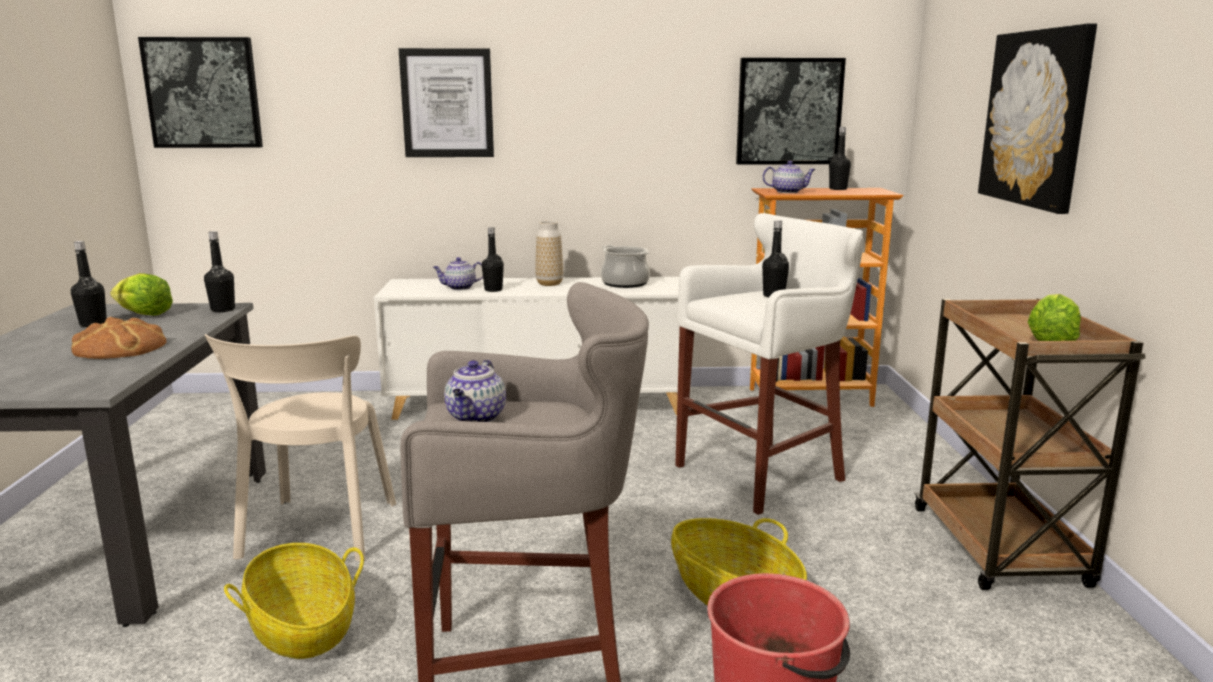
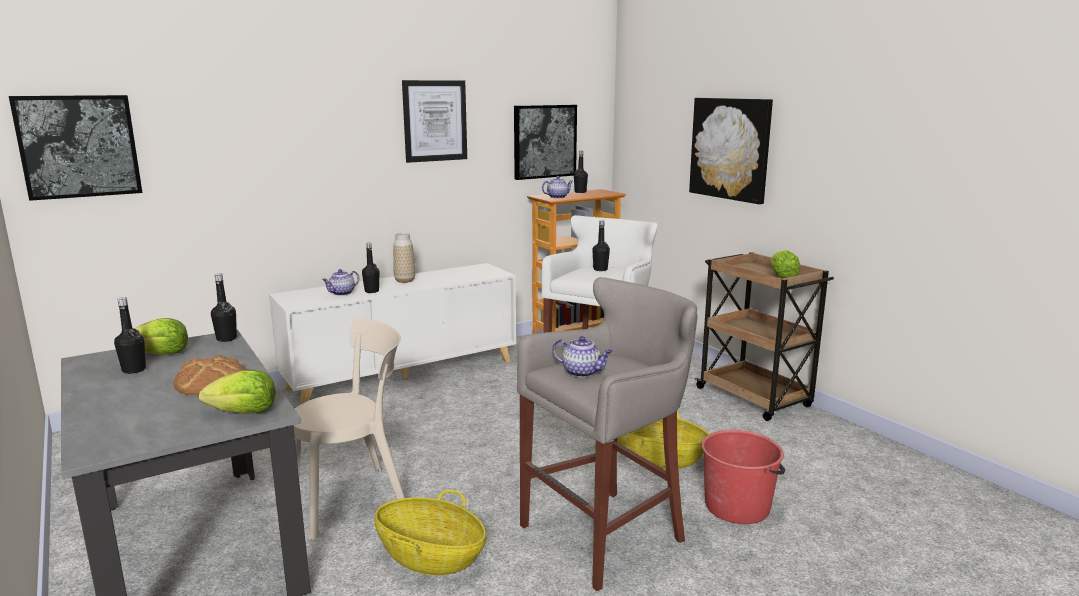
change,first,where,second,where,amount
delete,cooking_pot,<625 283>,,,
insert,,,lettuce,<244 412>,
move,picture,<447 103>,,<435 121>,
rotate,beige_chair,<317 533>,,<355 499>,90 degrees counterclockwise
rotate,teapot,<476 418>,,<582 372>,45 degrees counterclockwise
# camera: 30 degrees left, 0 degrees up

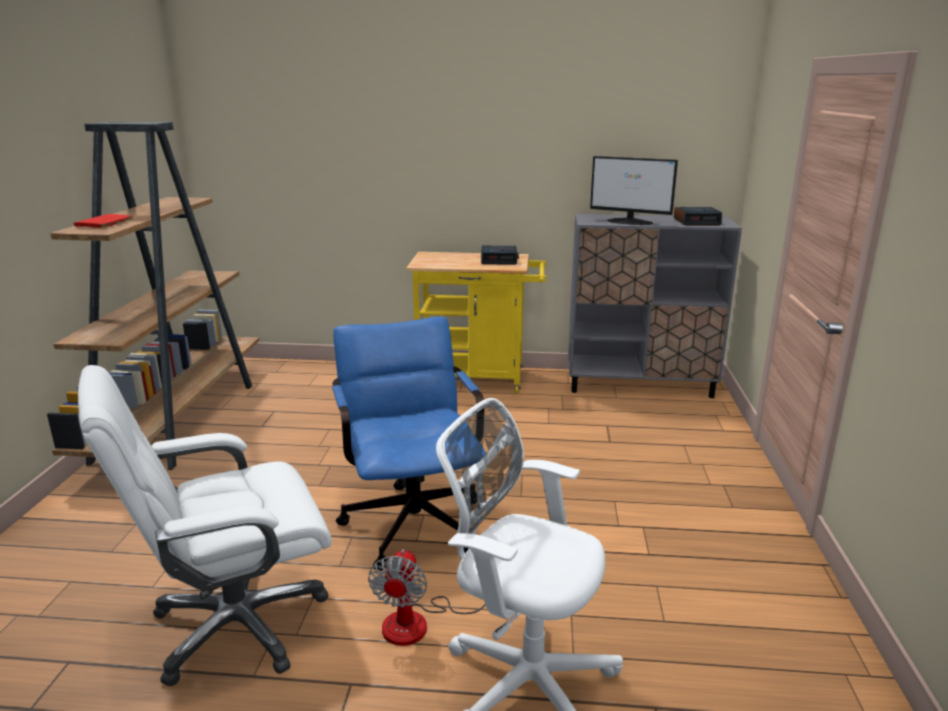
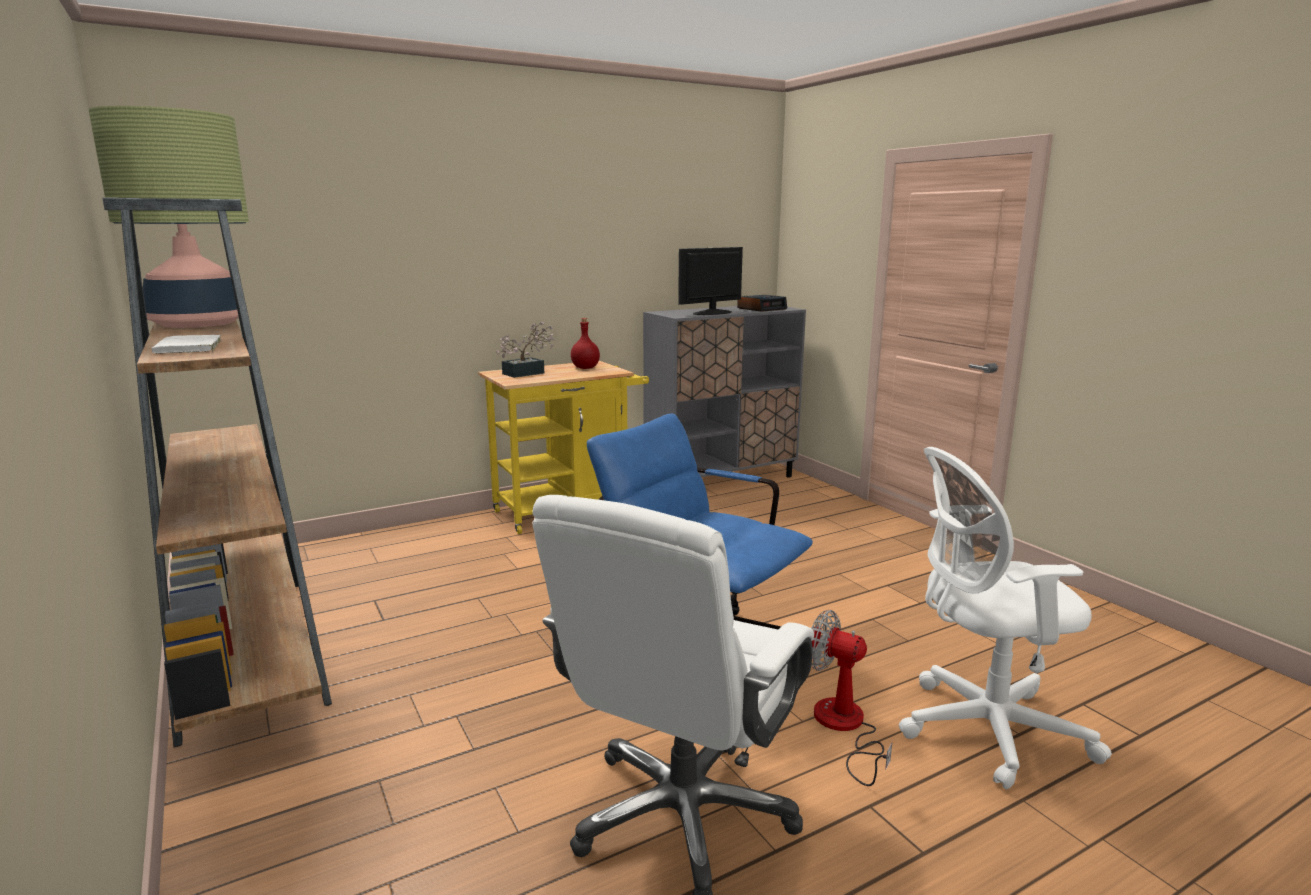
change,first,where,second,where,amount
insert,,,table_lamp,<197 324>,
insert,,,potted_plant,<528 373>,
replace,alarm_clock,<499 260>,red_bottle,<585 368>,
recolor,red_book,<103 224>,white_book,<188 348>,
rotate,fan,<420 622>,,<844 727>,150 degrees clockwise
rotate,monitor,<630 222>,,<711 313>,150 degrees clockwise
# camera: 35 degrees left, 5 degrees down

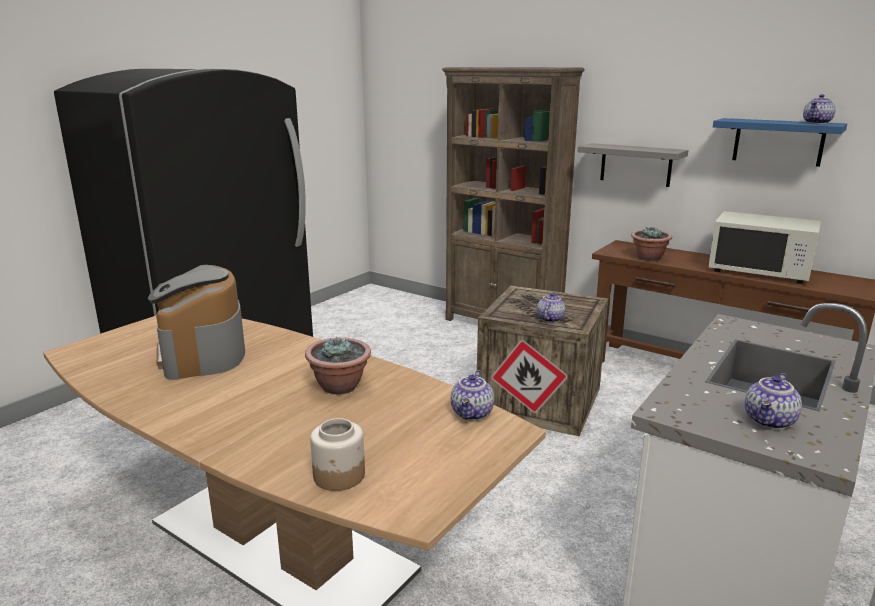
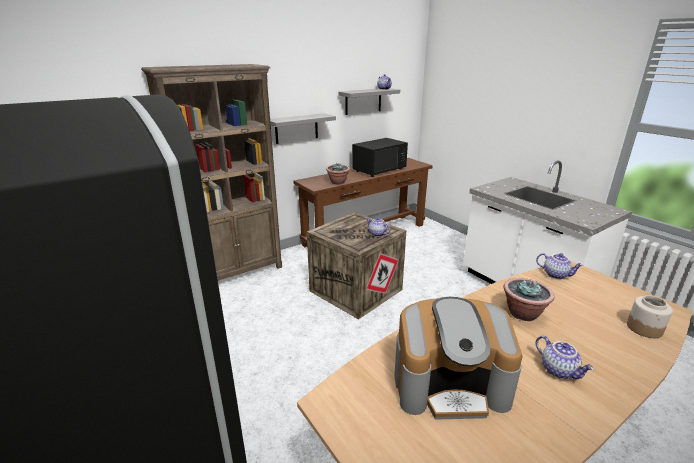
change,first,where,second,where,amount
move,teapot,<770 421>,,<559 370>,
recolor,white_microwave,<759 271>,black_microwave,<379 170>,
recolor,blue_shelf,<778 142>,grey_shelf,<363 101>,
# camera: 70 degrees left, 5 degrees up

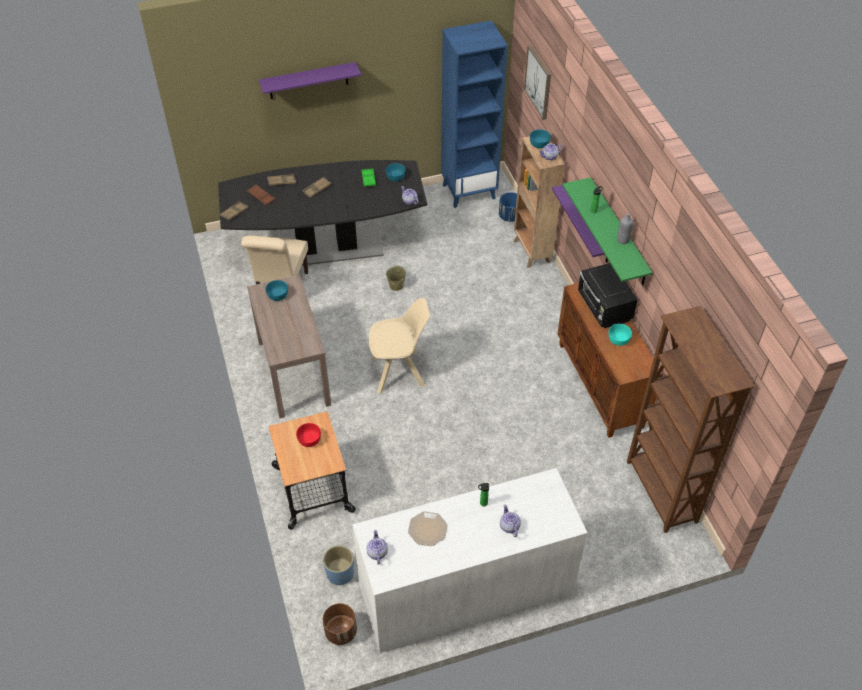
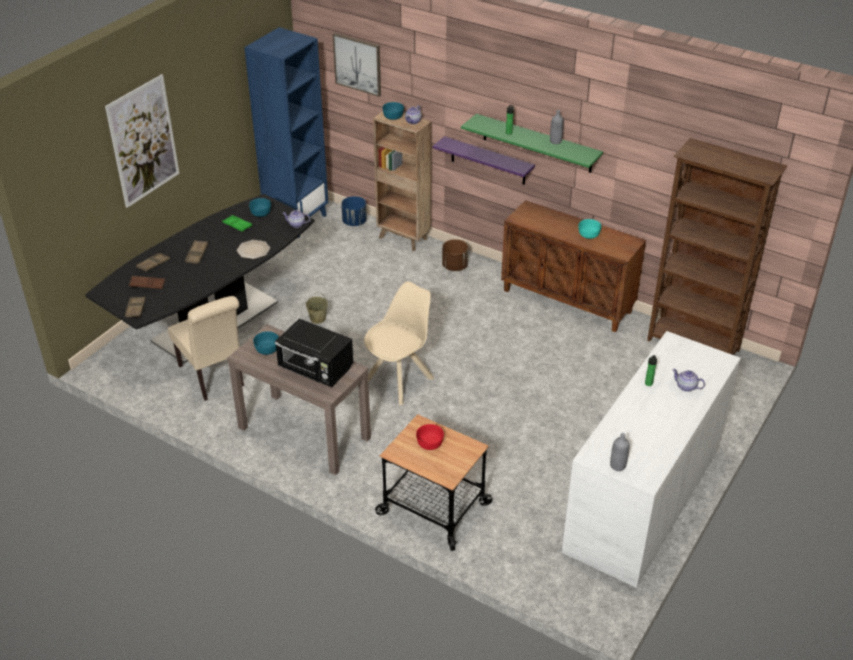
change,first,where,second,where,amount
delete,blue_planter,<340 573>,,,
move,brown_planter,<341 631>,,<454 266>,
move,plate,<427 529>,,<253 250>,
move,black_microwave,<604 308>,,<316 370>,
replace,purple_shelf,<308 81>,picture,<143 141>,
replace,teapot,<377 552>,grey_bottle,<617 466>,
# camera: 40 degrees left, 10 degrees down

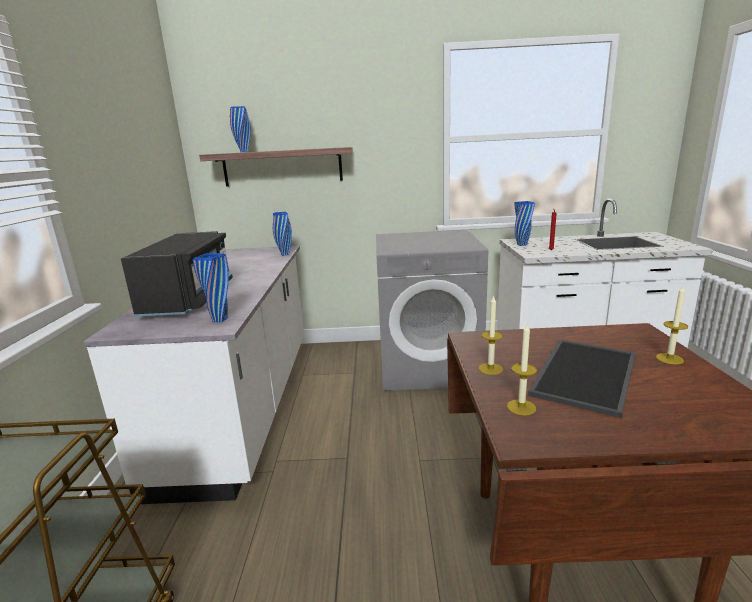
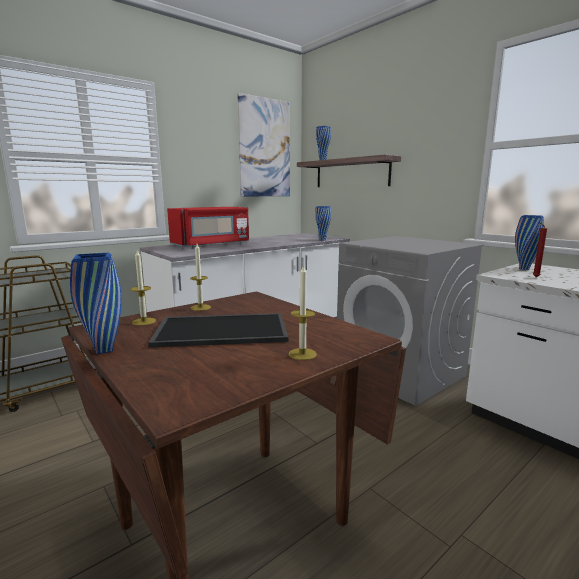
change,first,where,second,where,amount
insert,,,picture,<265 148>,
move,blue_vase,<220 320>,,<104 350>,
recolor,black_microwave,<190 299>,red_microwave,<211 245>,
# camera: 50 degrees right, 5 degrees down

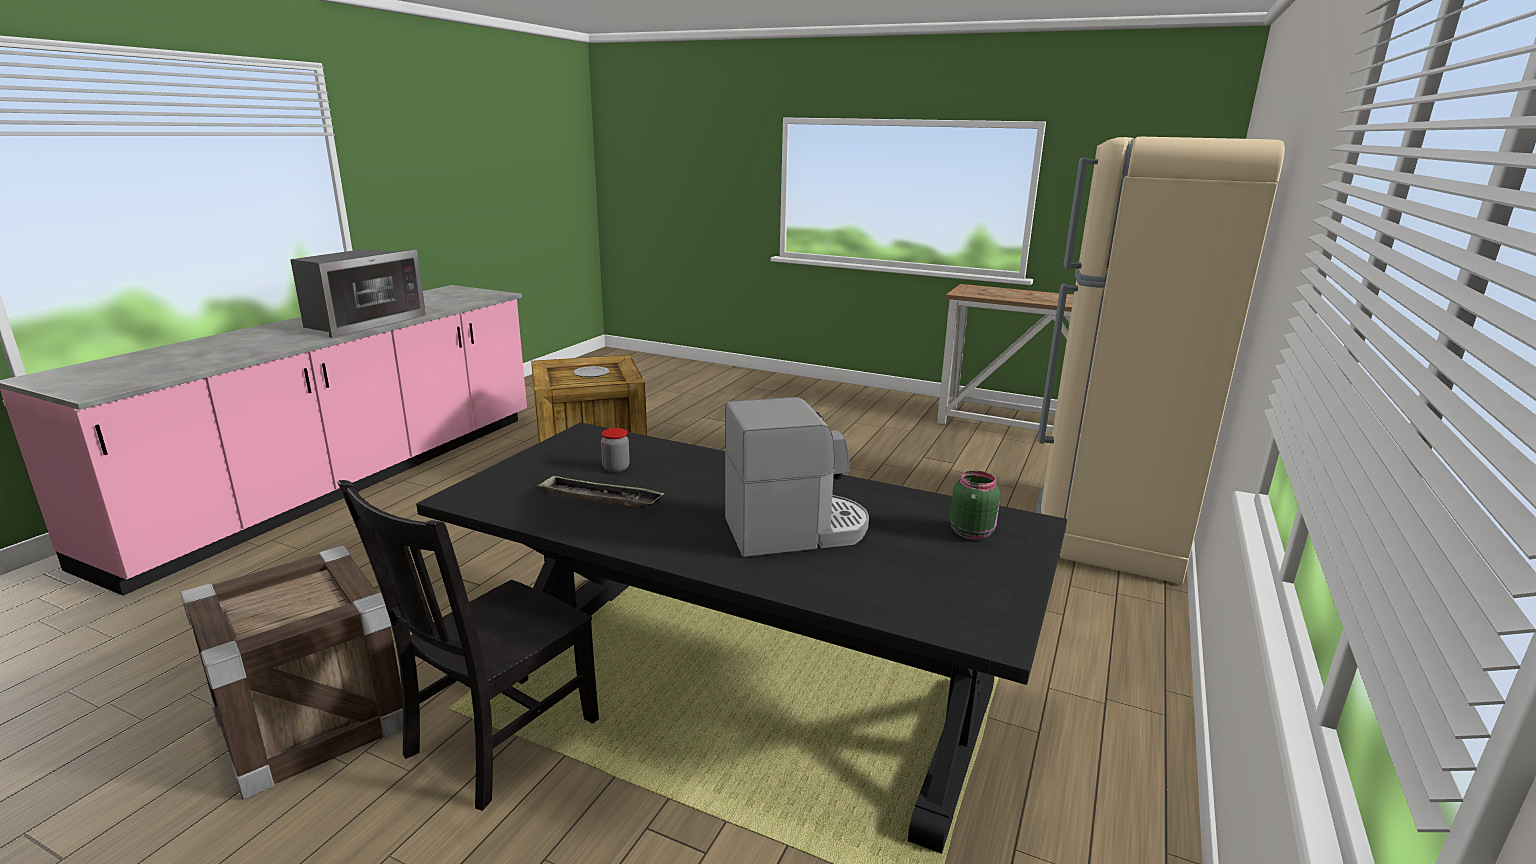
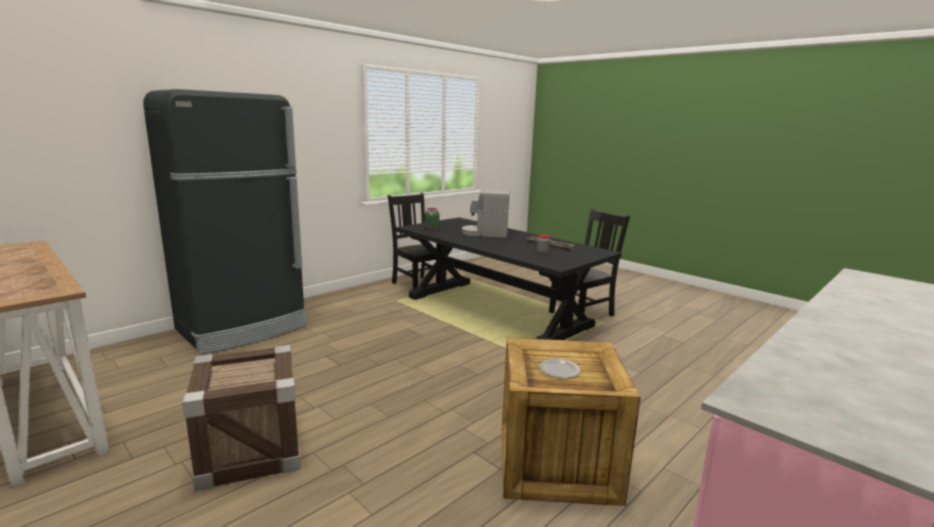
change,first,where,second,where,amount
delete,microwave,<362 322>,,,
insert,,,black_chair,<417 285>,
move,crate,<311 721>,,<250 451>,
recolor,beige_fridge,<1108 531>,black_fridge,<243 328>,
# camera: 160 degrees left, 5 degrees down

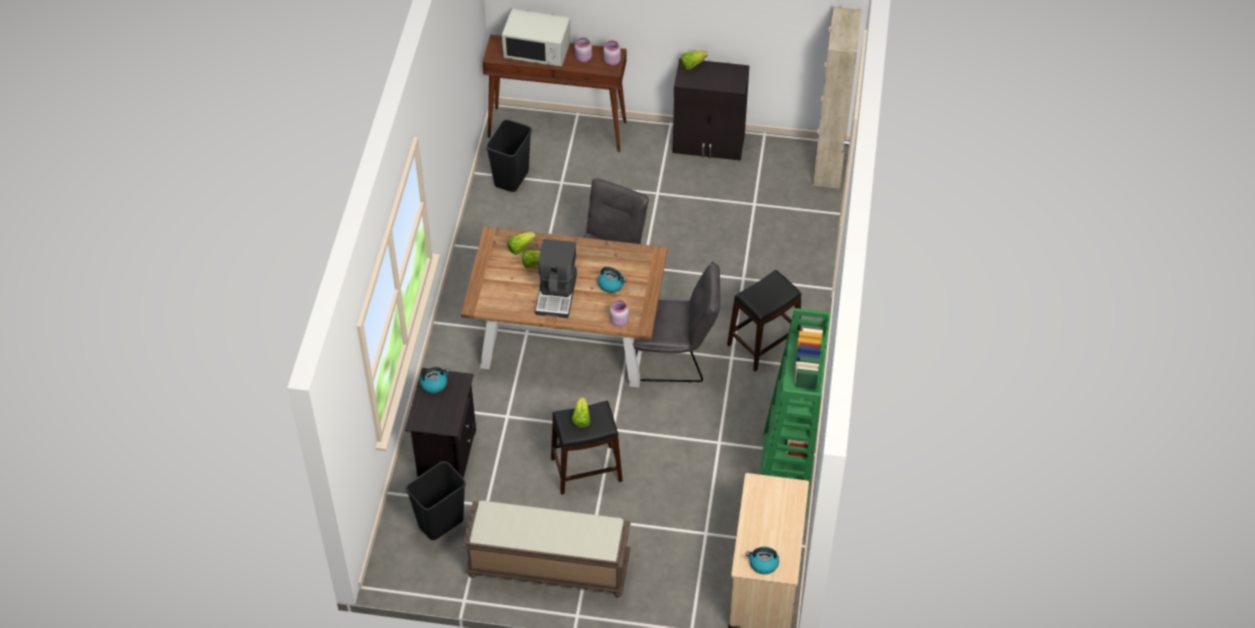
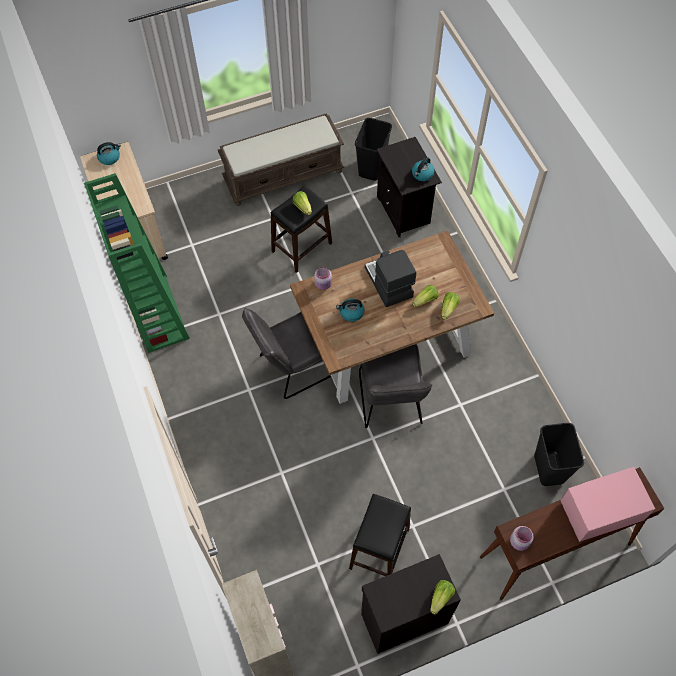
change,first,where,second,where,amount
delete,pink_jar,<583 58>,,,
move,black_stool,<764 343>,,<379 548>,
recolor,white_microwave,<537 51>,pink_microwave,<600 512>,
# camera: 150 degrees right, 10 degrees up

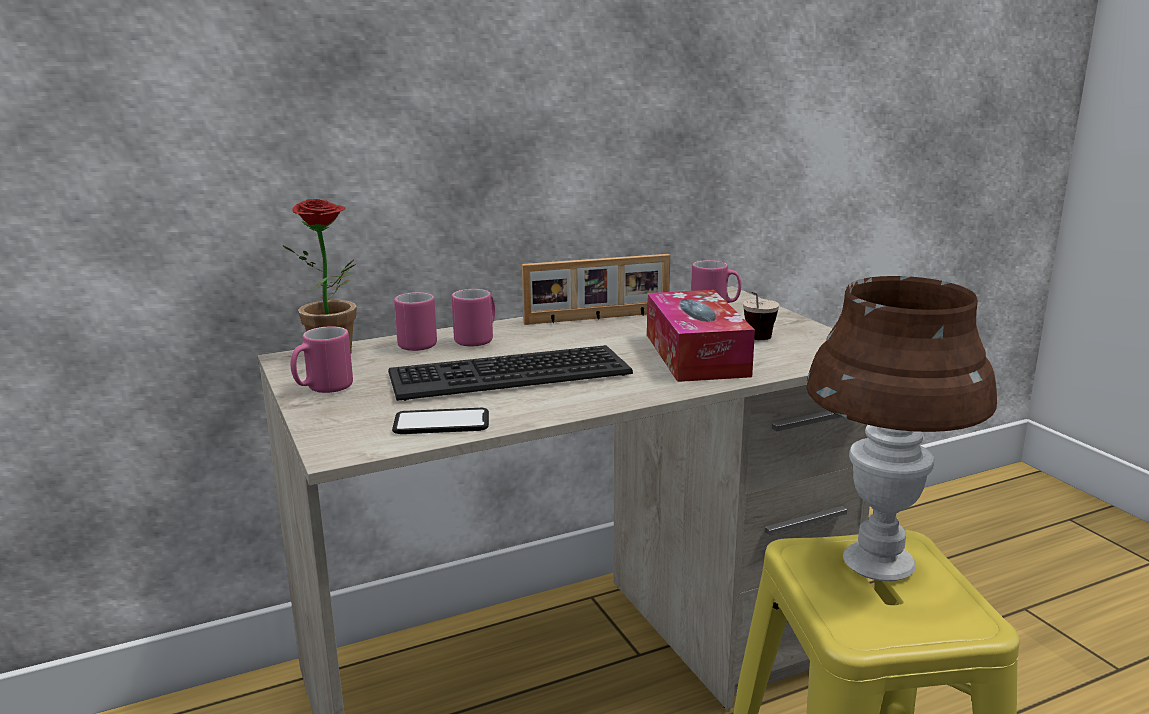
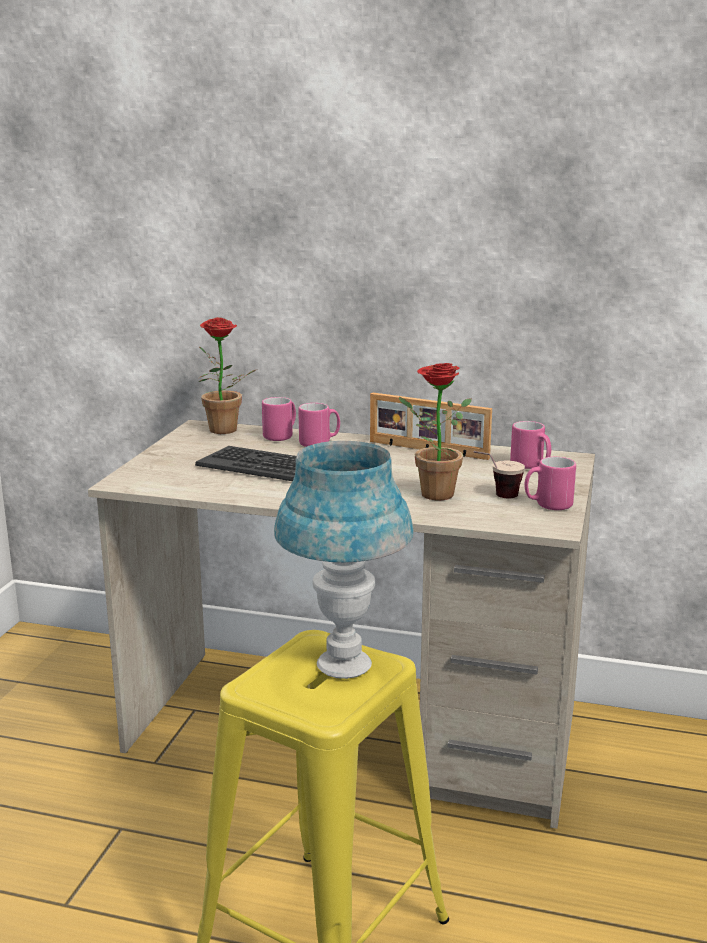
change,first,where,second,where,amount
delete,phone,<441 423>,,,
move,pink_mug,<323 389>,,<547 505>,
replace,tissue_box,<696 355>,potted_plant,<430 493>,
recolor,brown_table_lamp,<879 564>,blue_table_lamp,<344 665>,
# camera: 40 degrees right, 0 degrees up

